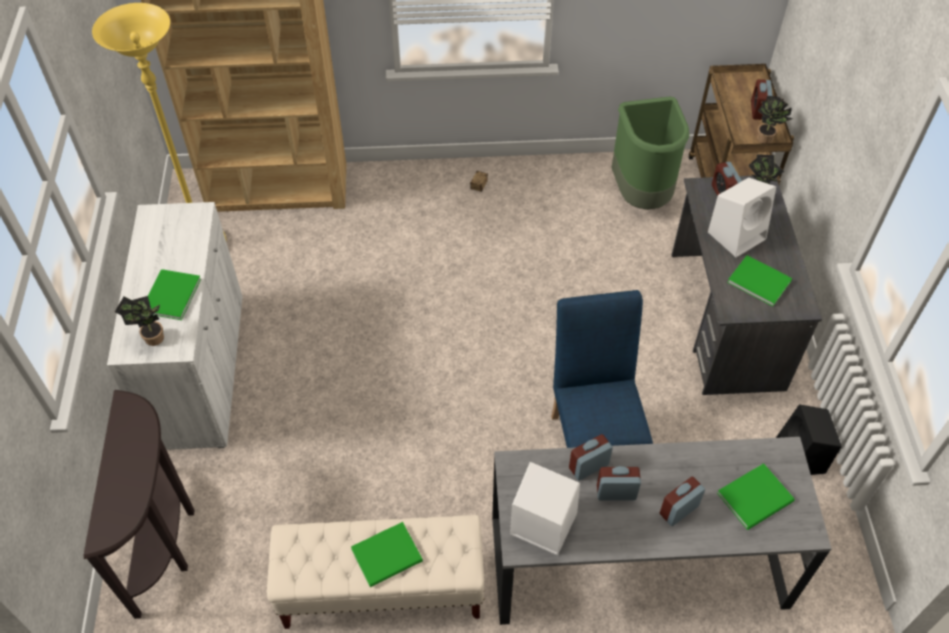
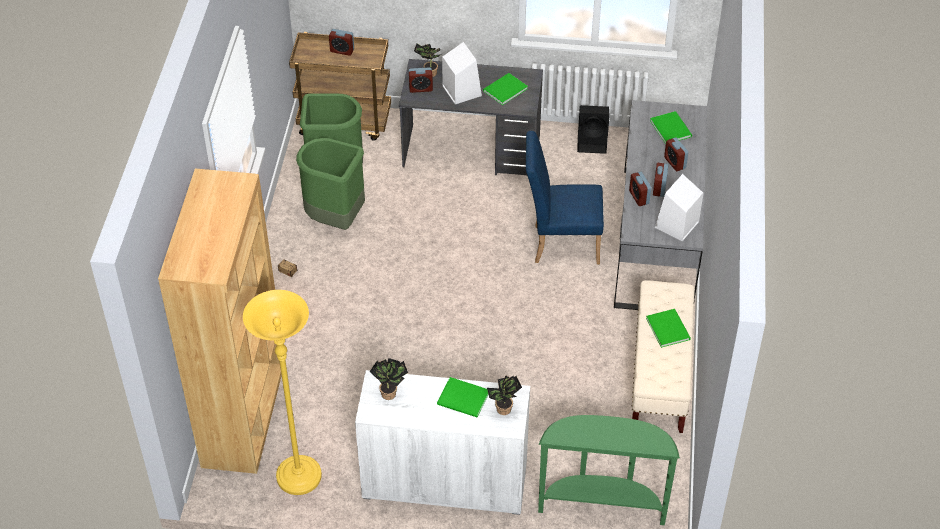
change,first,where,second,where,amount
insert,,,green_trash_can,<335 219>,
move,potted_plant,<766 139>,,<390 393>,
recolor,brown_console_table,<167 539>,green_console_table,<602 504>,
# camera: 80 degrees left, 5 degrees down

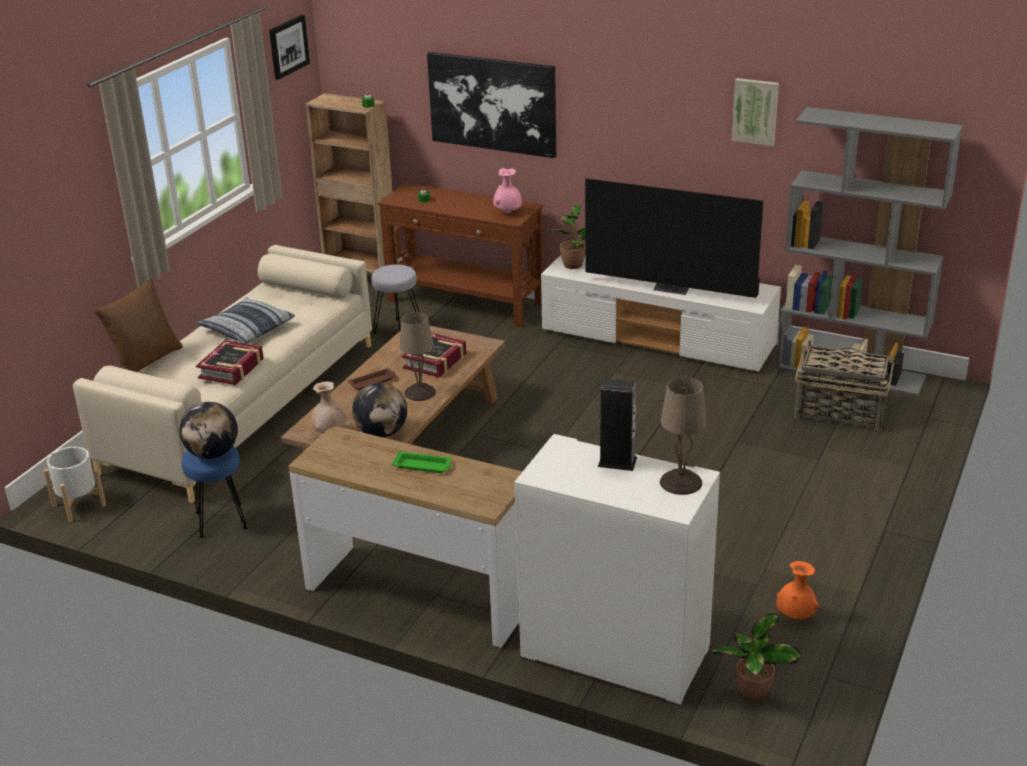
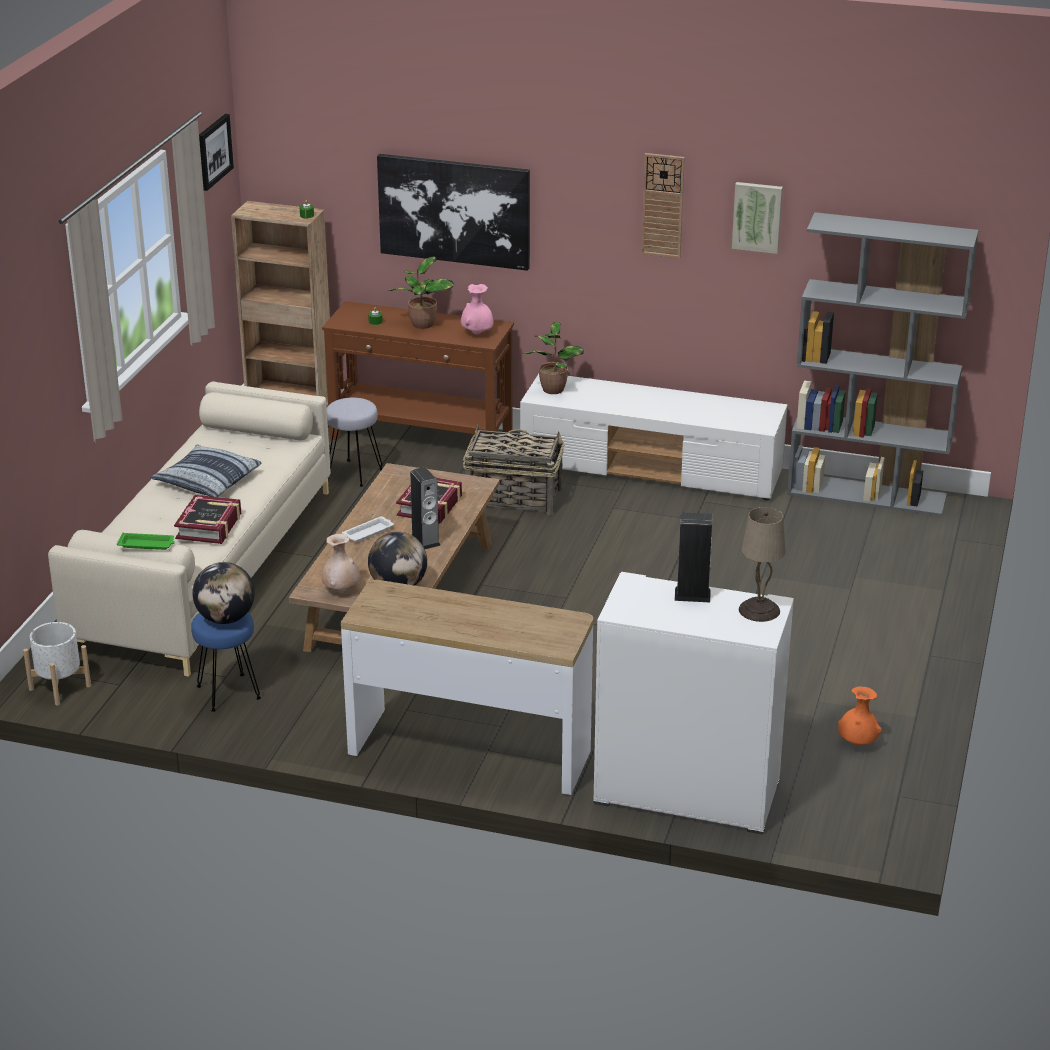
change,first,where,second,where,amount
delete,brown_pillow,<146 362>,,,
delete,television,<673 287>,,,
insert,,,wall_clock,<663 205>,
move,green_tray,<423 466>,,<147 544>,
move,potted_plant,<752 693>,,<422 325>,
move,basket,<839 411>,,<512 497>,
replace,beige_table_lamp,<420 392>,speaker,<425 540>,
recolor,brown_tray,<373 382>,white_tray,<369 532>,
# camera: 10 degrees left, 0 degrees up

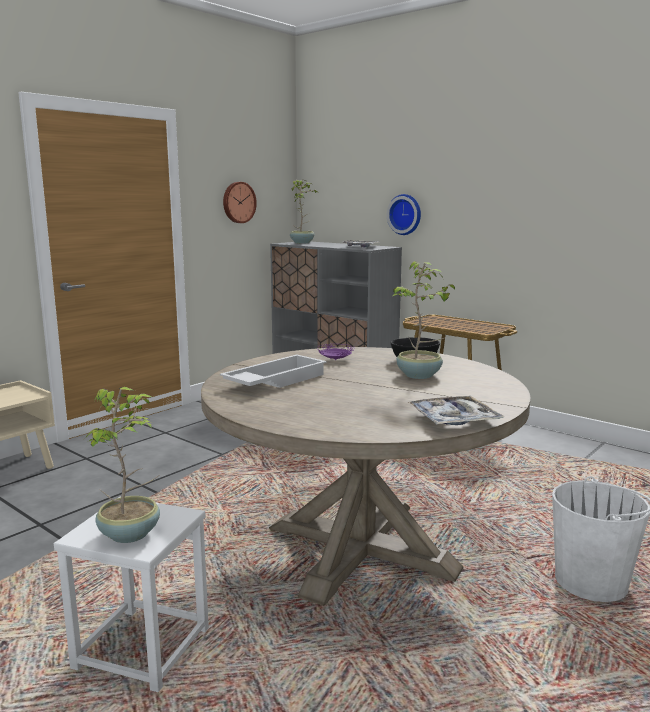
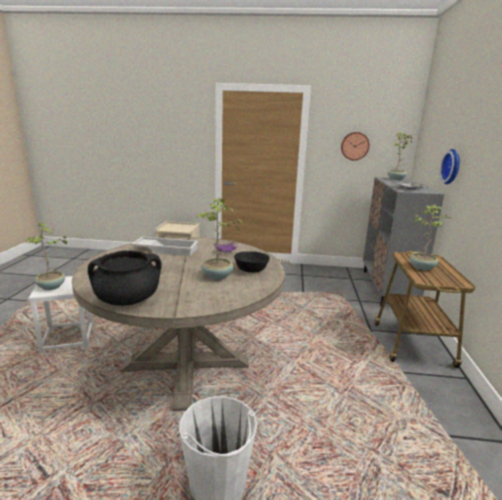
change,first,where,second,where,amount
insert,,,potted_plant,<422 267>,
replace,tray,<453 419>,black_cooking_pot,<128 300>,
# camera: 55 degrees right, 5 degrees up

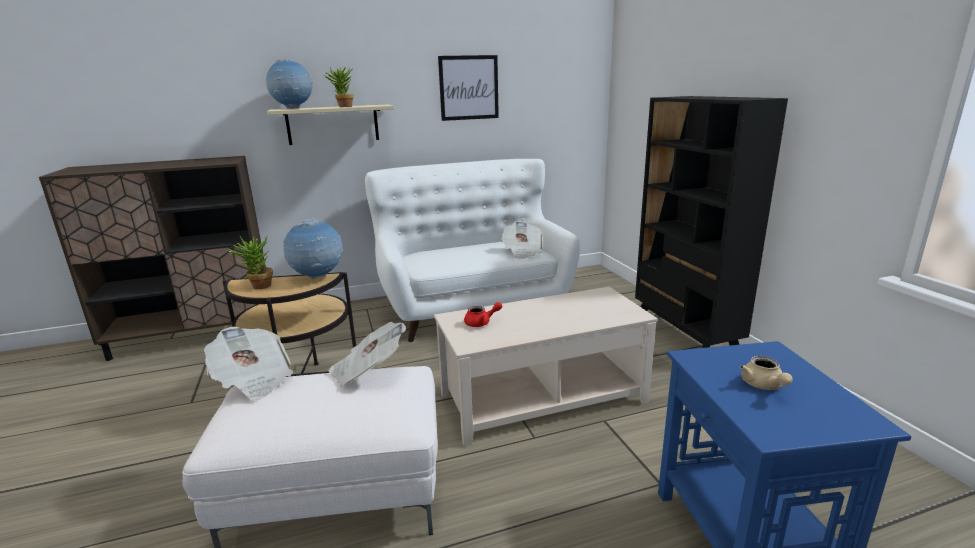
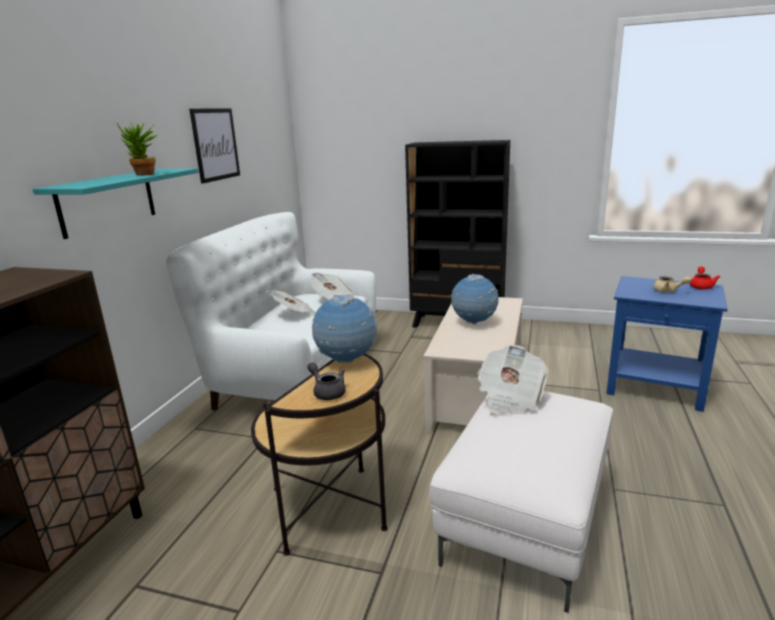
change,first,where,second,where,amount
move,newspaper,<253 380>,,<294 314>,
move,globe,<293 108>,,<474 323>,
move,red_teapot,<481 323>,,<701 286>,
replace,potted_plant,<258 287>,grey_teapot,<327 392>,
recolor,beige_shelf,<333 124>,turquoise_shelf,<108 201>,
# camera: 55 degrees left, 0 degrees up

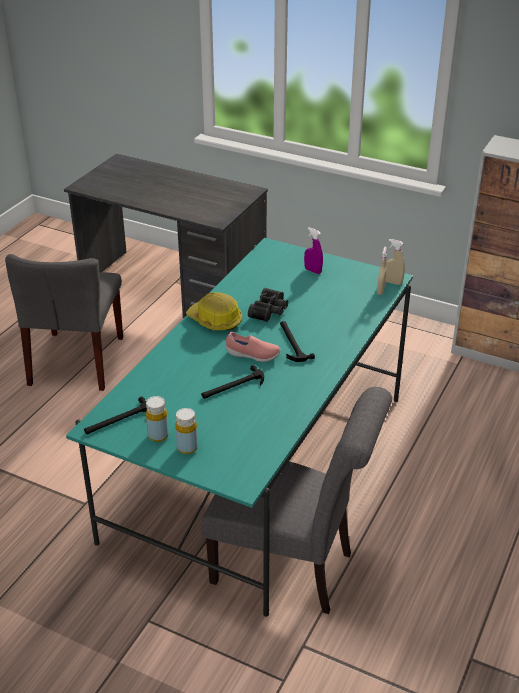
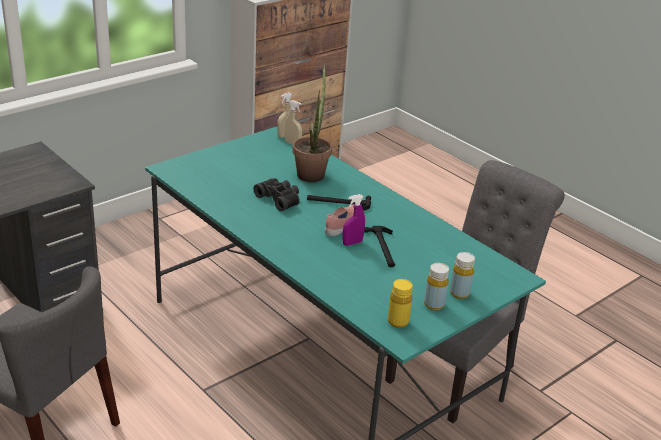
change,first,where,second,where,amount
delete,hard_hat,<215 320>,,,
insert,,,potted_plant,<311 172>,
move,purple_spray_bottle,<313 271>,,<352 243>,
replace,hammer,<119 420>,yellow_bottle,<398 322>,
# camera: 70 degrees left, 5 degrees down

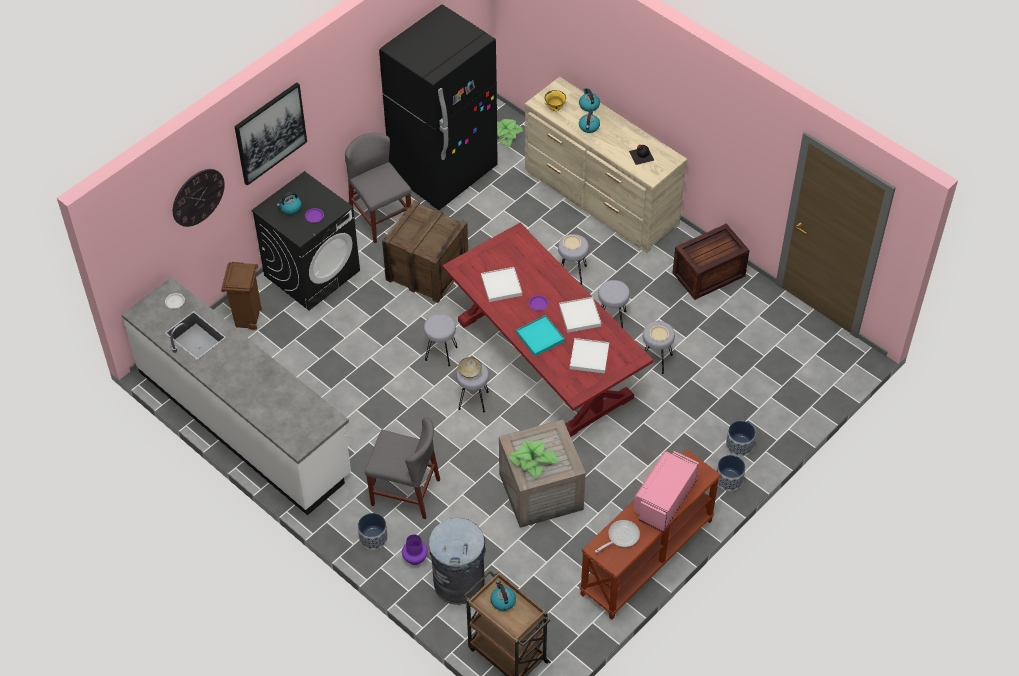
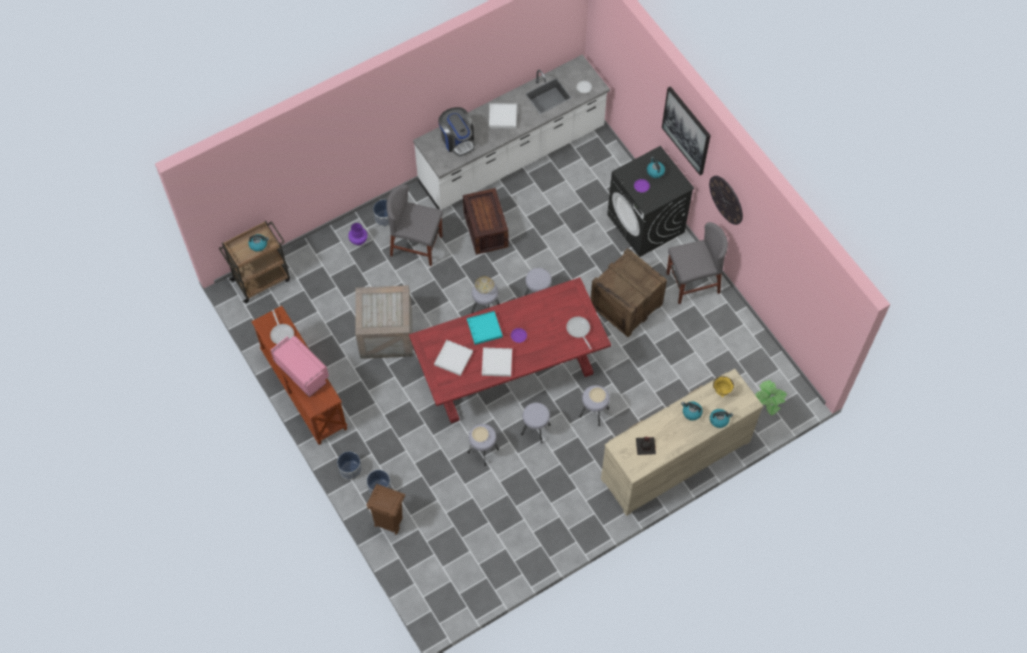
change,first,where,second,where,amount
delete,black_fridge,<444 173>,,,
delete,grey_trash_can,<459 582>,,,
delete,potted_plant,<533 461>,,,
insert,,,coffee_machine,<457 140>,
insert,,,frying_pan,<579 330>,
move,wall_clock,<198 197>,,<726 199>,
move,brown_trash_can,<248 320>,,<389 522>,
move,white_tray,<501 285>,,<503 117>,
move,crate,<709 274>,,<486 230>,
rotate,grey_chair,<405 492>,,<416 245>,75 degrees clockwise
# camera: 105 degrees right, 10 degrees up

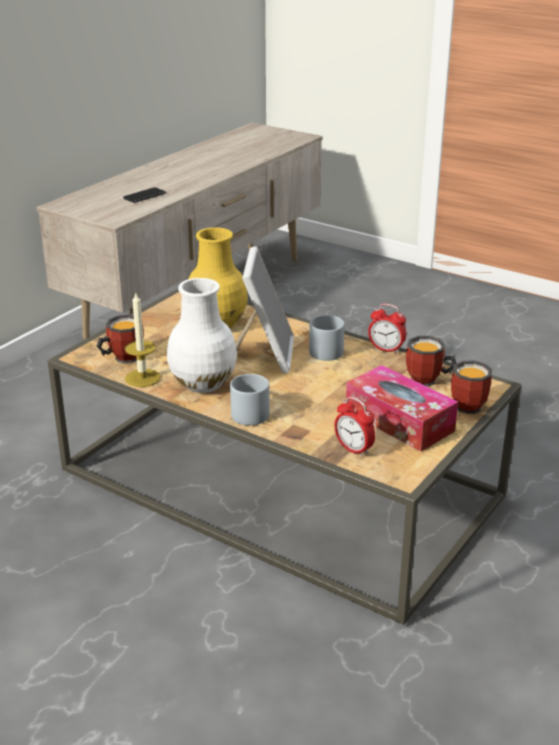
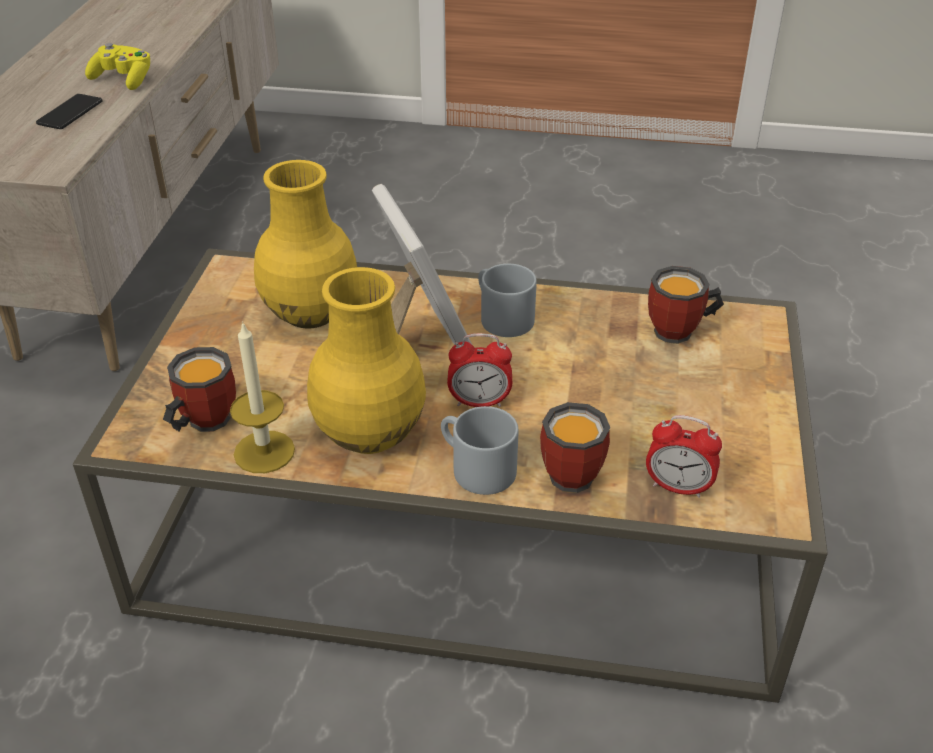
change,first,where,second,where,amount
delete,tissue_box,<399 421>,,,
insert,,,yellow_game_controller,<124 79>,
move,alarm_clock,<386 349>,,<479 402>,
move,mug,<472 405>,,<575 470>,
recolor,white_vase,<204 384>,yellow_vase,<371 433>,
# camera: 25 degrees left, 10 degrees up

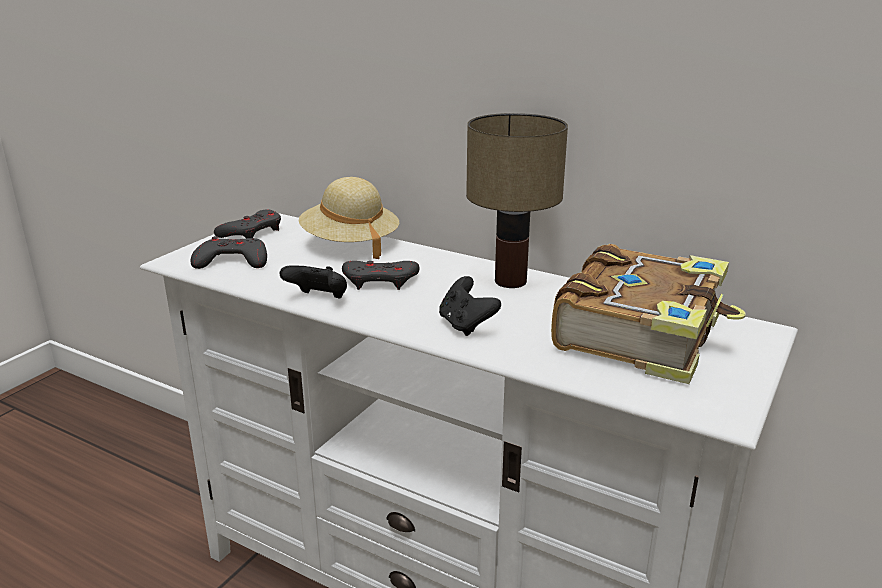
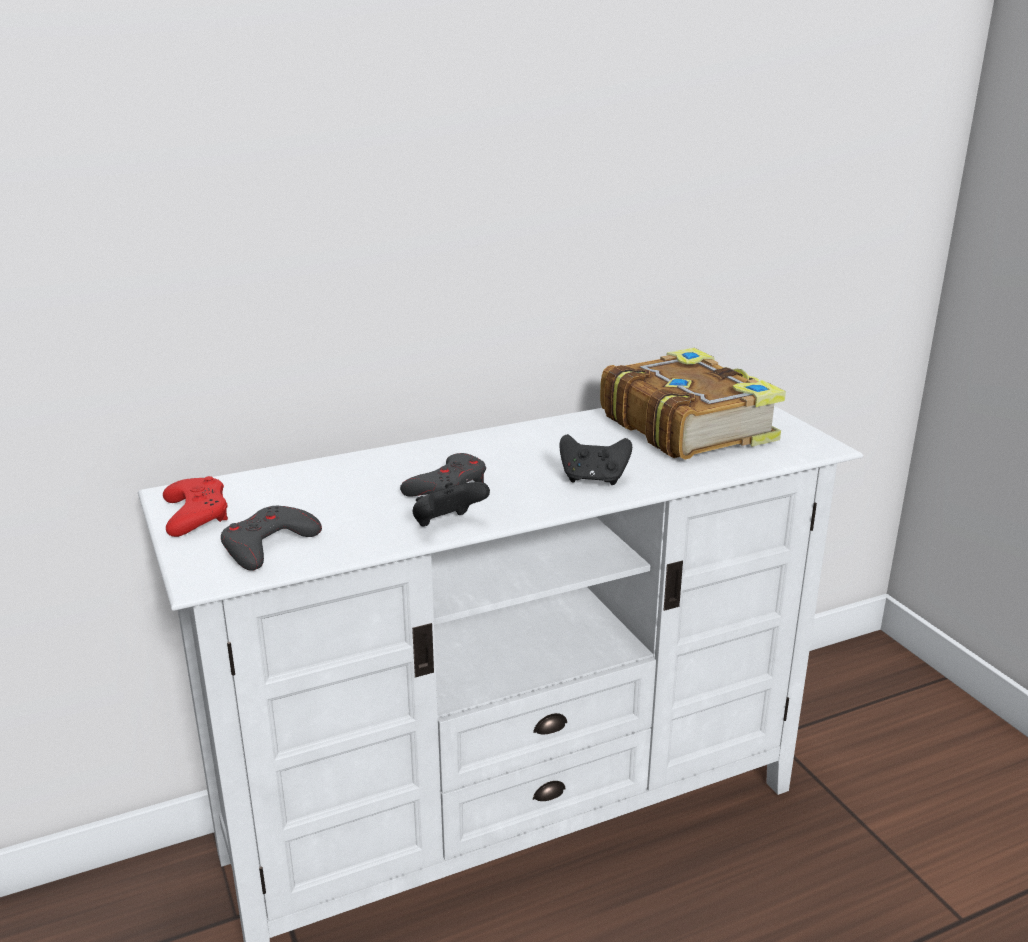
change,first,where,second,where,amount
delete,beige_hat,<350 244>,,,
delete,table_lamp,<509 281>,,,
recolor,grey_game_controller,<252 232>,red_game_controller,<196 514>,
# camera: 55 degrees left, 0 degrees up

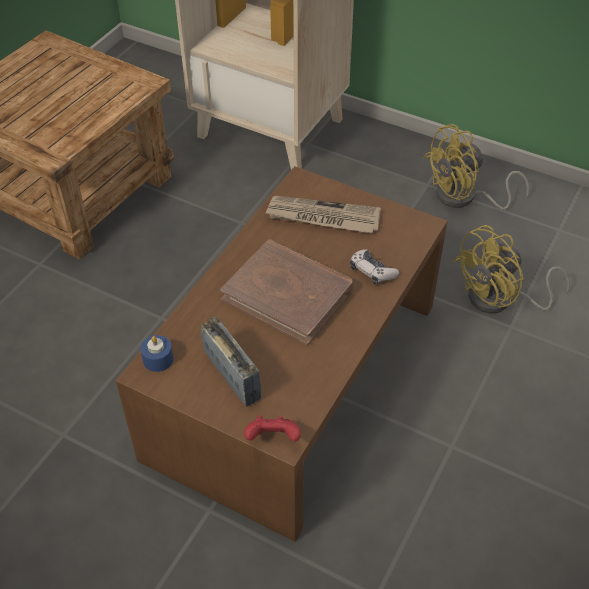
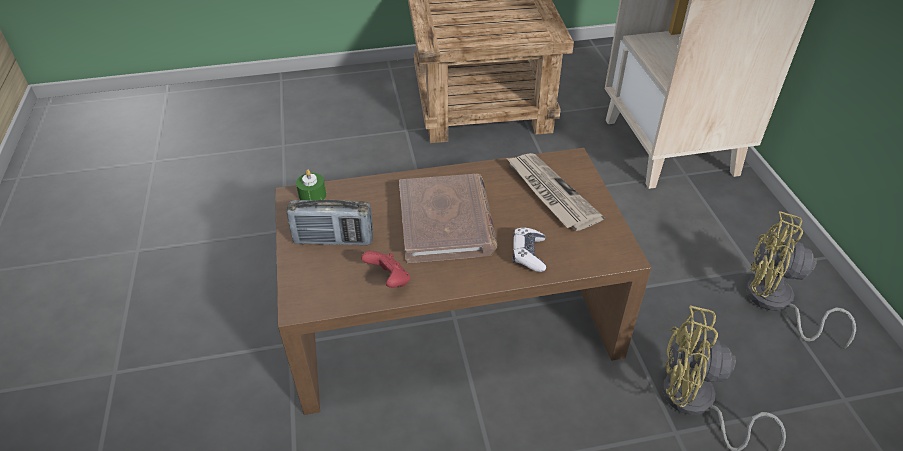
change,first,where,second,where,amount
move,red_game_controller,<273 438>,,<389 280>,
recolor,blue_candle,<158 359>,green_candle,<312 195>,
rotate,radio,<232 376>,,<333 240>,75 degrees clockwise
# camera: 50 degrees right, 5 degrees down

